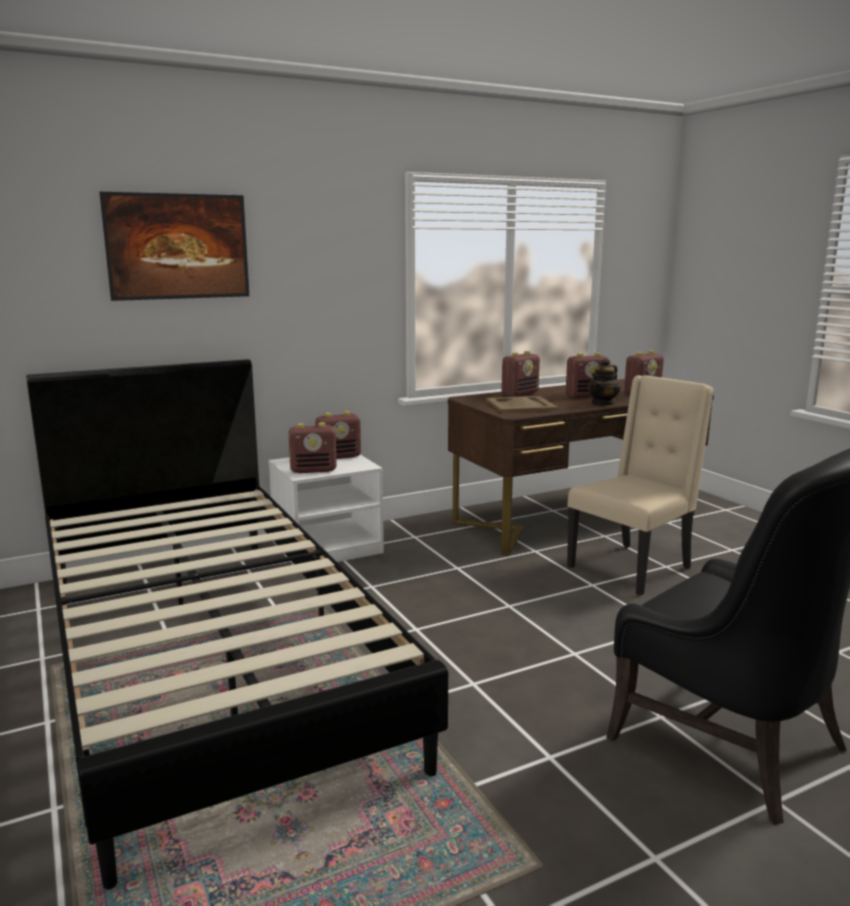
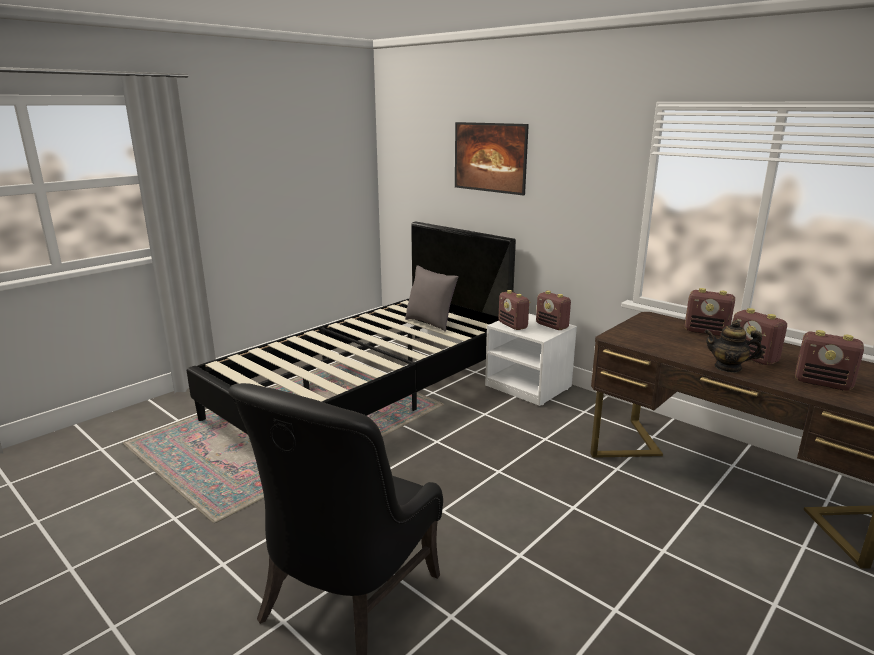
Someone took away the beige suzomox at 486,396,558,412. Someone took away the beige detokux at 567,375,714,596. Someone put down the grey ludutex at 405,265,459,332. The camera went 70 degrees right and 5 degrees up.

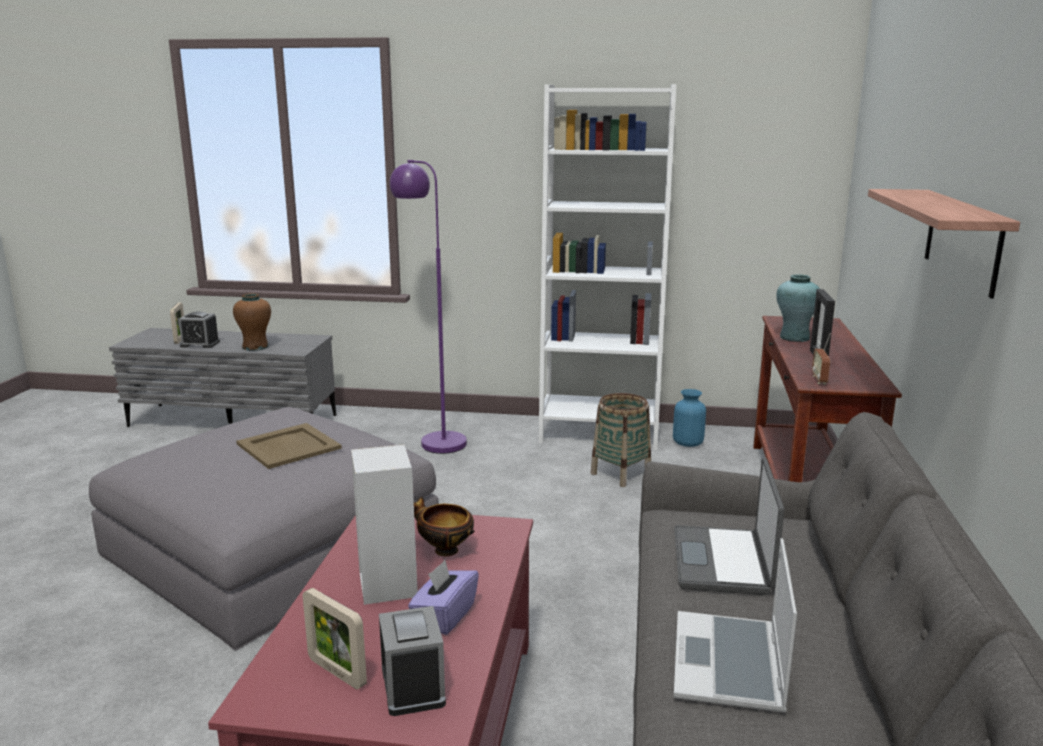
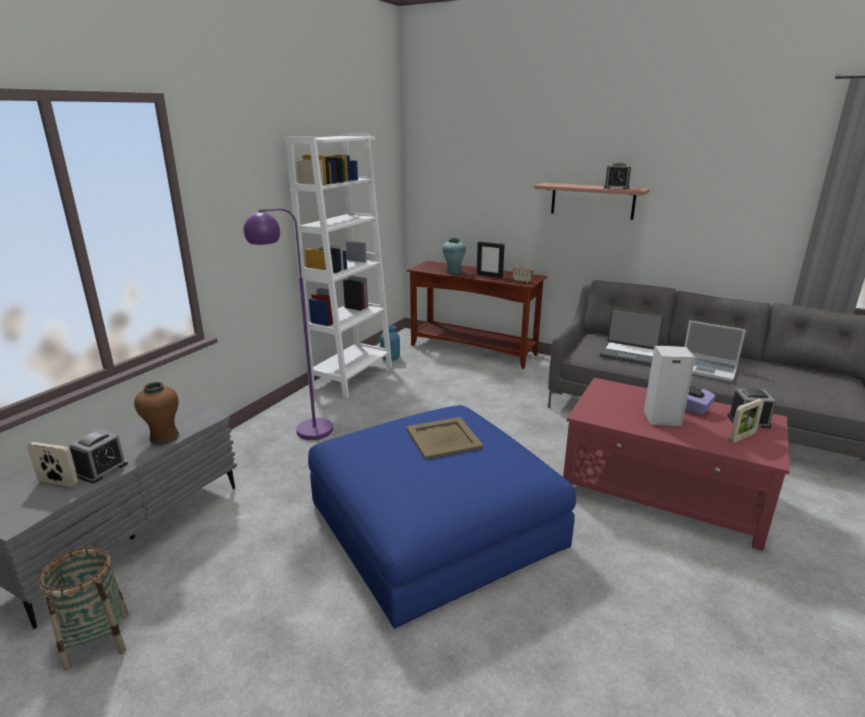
Someone took away the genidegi at 414,497,474,556. Someone put down the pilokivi at 604,162,631,190. Someone carried the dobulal from 591,393,651,487 to 39,547,129,671. Someone repainted the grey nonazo at 89,407,439,651, which became the blue nonazo at 308,405,576,629. The camera went 70 degrees left and 5 degrees up.

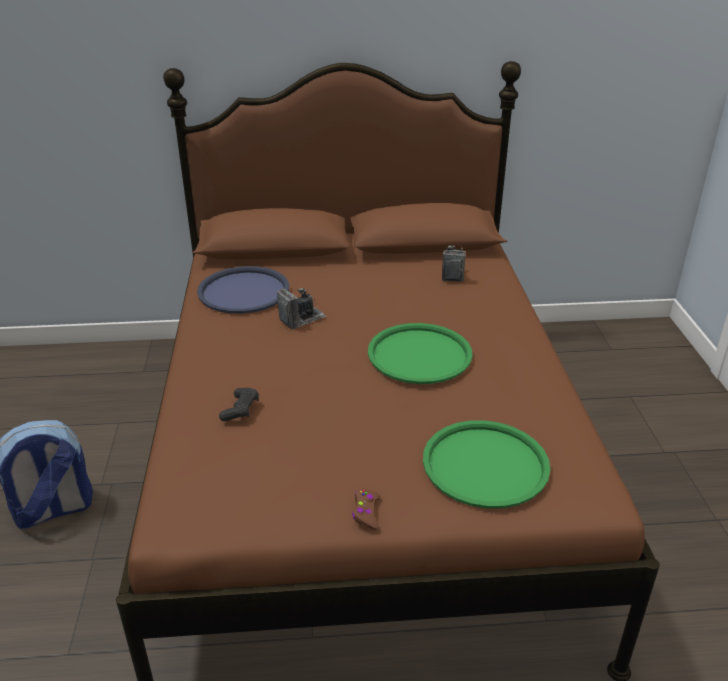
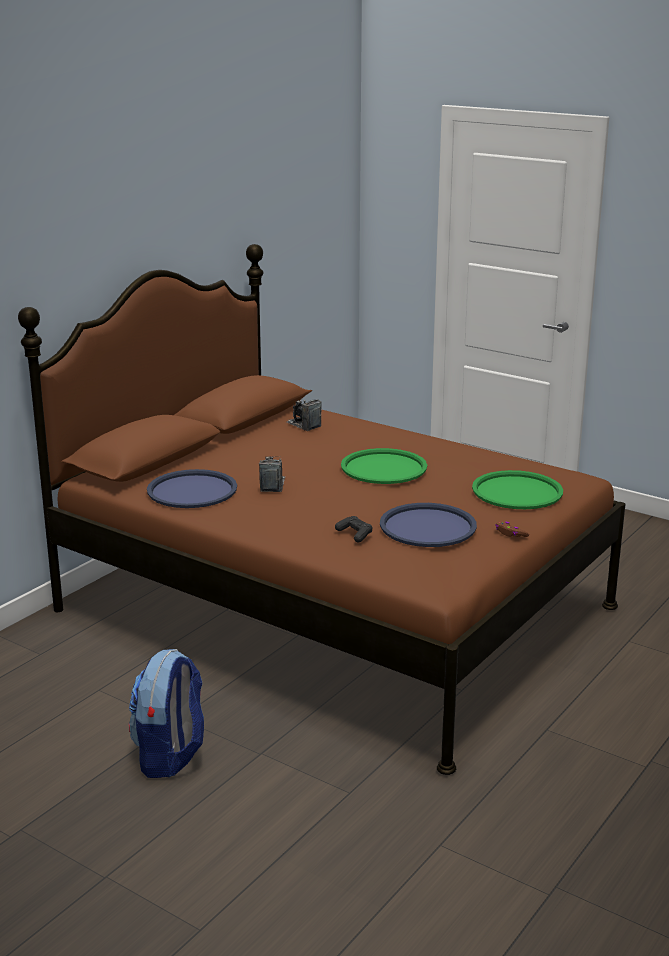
Someone put down the blue suzomox at 380,503,477,547. The camera went 50 degrees left and 10 degrees down.

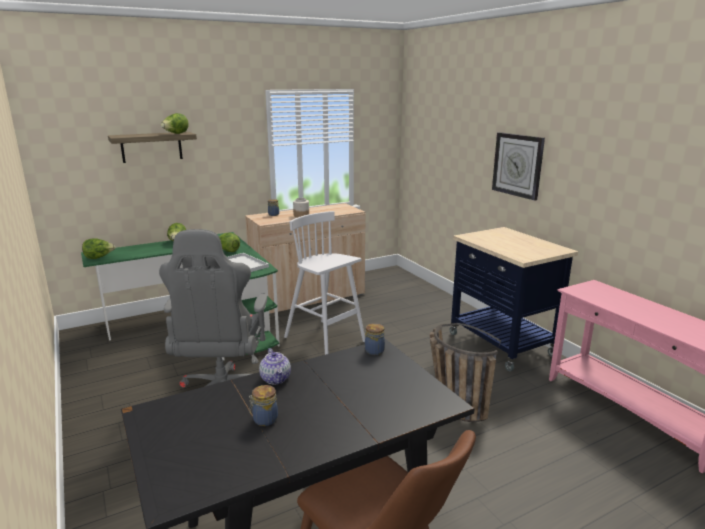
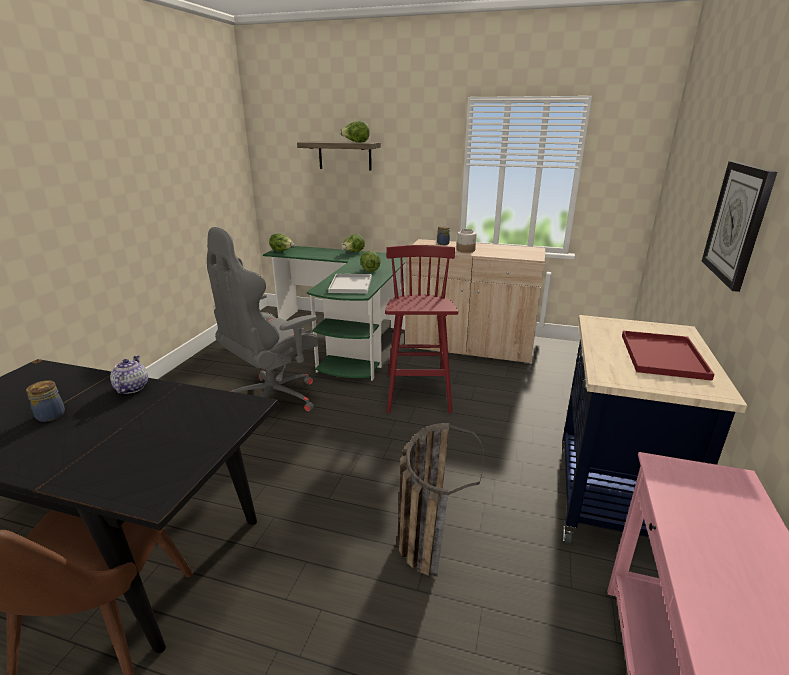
Someone took away the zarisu at 365,323,385,355. Someone put down the red suzomox at 622,331,715,381. Someone repainted the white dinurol at 284,211,365,355, which became the red dinurol at 385,245,458,414. Someone rotated the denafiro at 259,348,291,385 by 150 degrees clockwise. The camera went 45 degrees right and 5 degrees up.

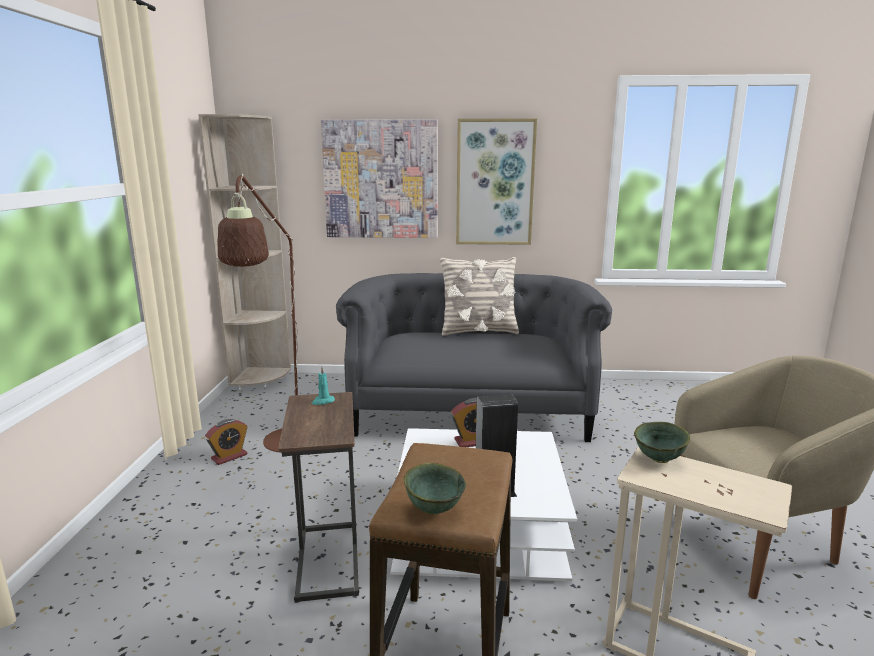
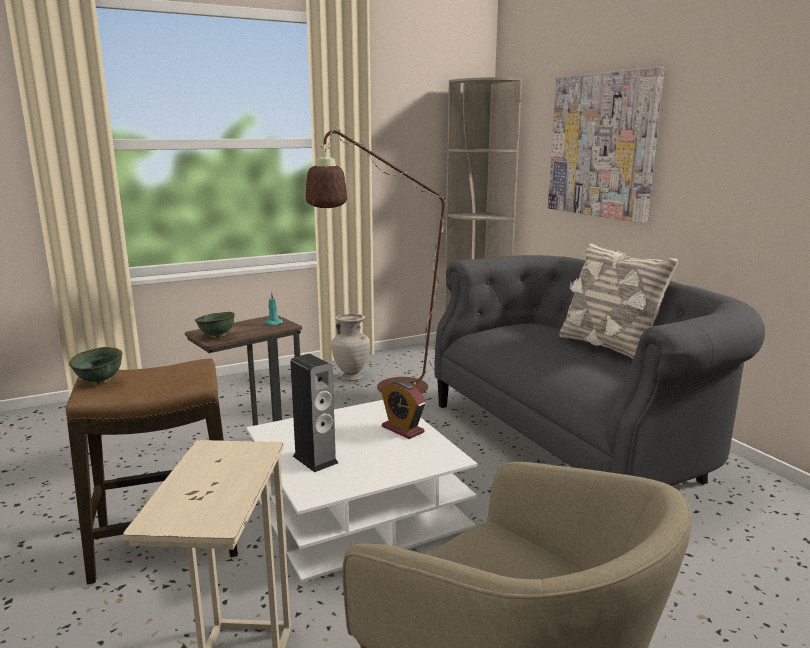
Someone took away the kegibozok at 456,118,537,245. Someone carried the green genidegi from 634,422,690,463 to 195,312,235,338. Someone swapped the pilokivi at 205,419,248,465 for the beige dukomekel at 331,314,370,381. The camera went 60 degrees right and 0 degrees up.

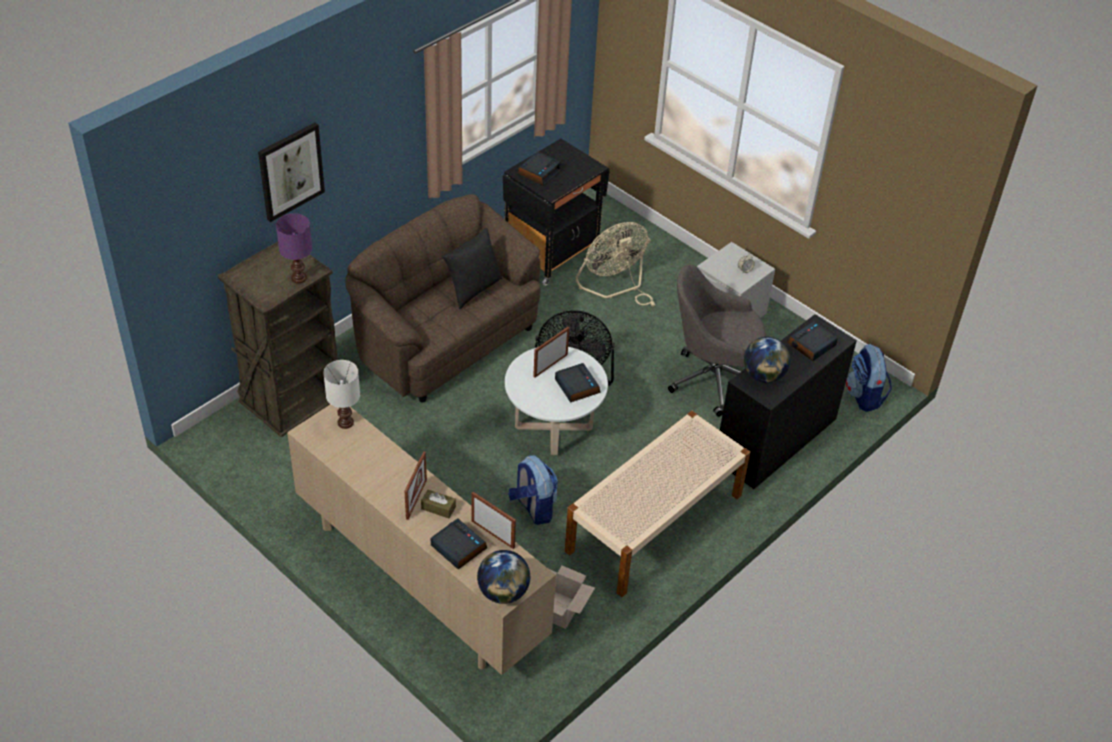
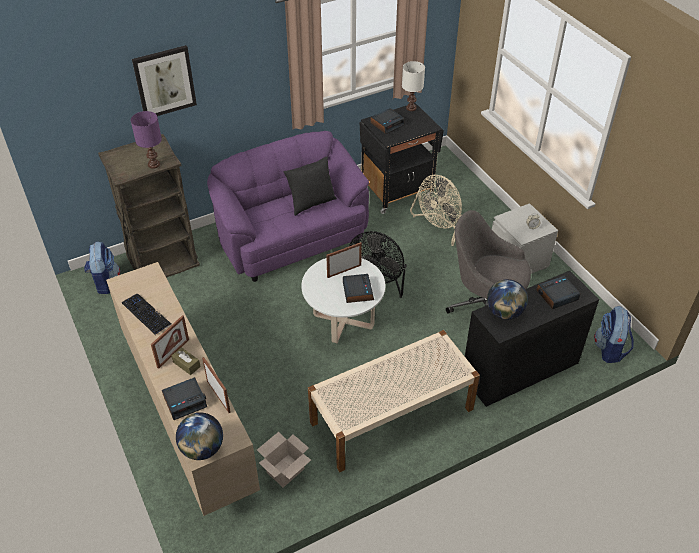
Someone put down the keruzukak at 122,294,171,335. Someone carried the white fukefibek from 323,360,360,429 to 402,61,425,111. Someone carried the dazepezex from 509,455,558,525 to 84,242,120,294. Someone repainted the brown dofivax at 345,194,541,403, which became the purple dofivax at 207,131,369,282. Someone rotated the pilokivi at 431,518,487,569 by 90 degrees clockwise. Someone rotated the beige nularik at 576,222,655,307 by 120 degrees counterclockwise. The camera went 20 degrees right and 0 degrees up.

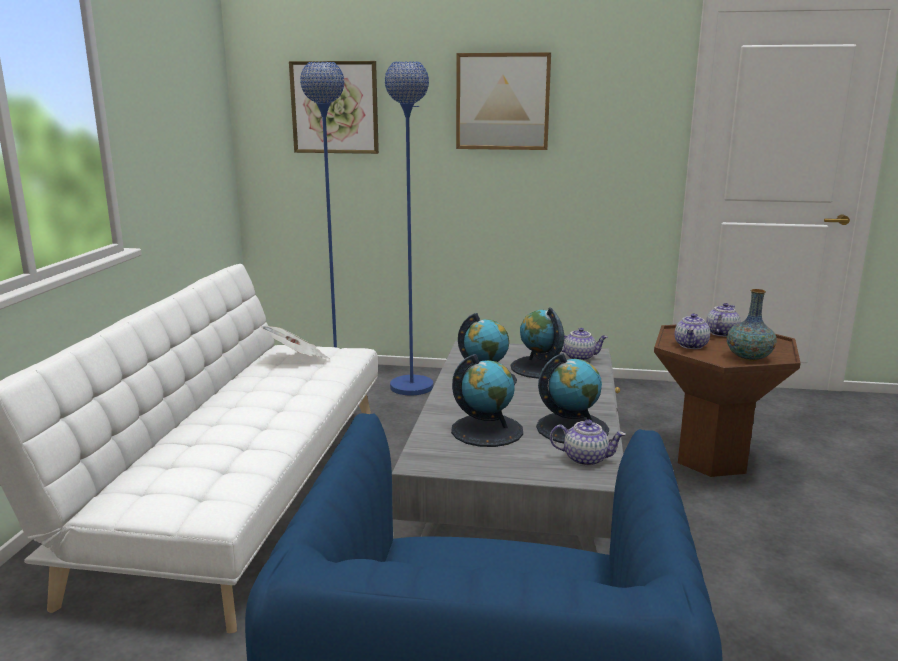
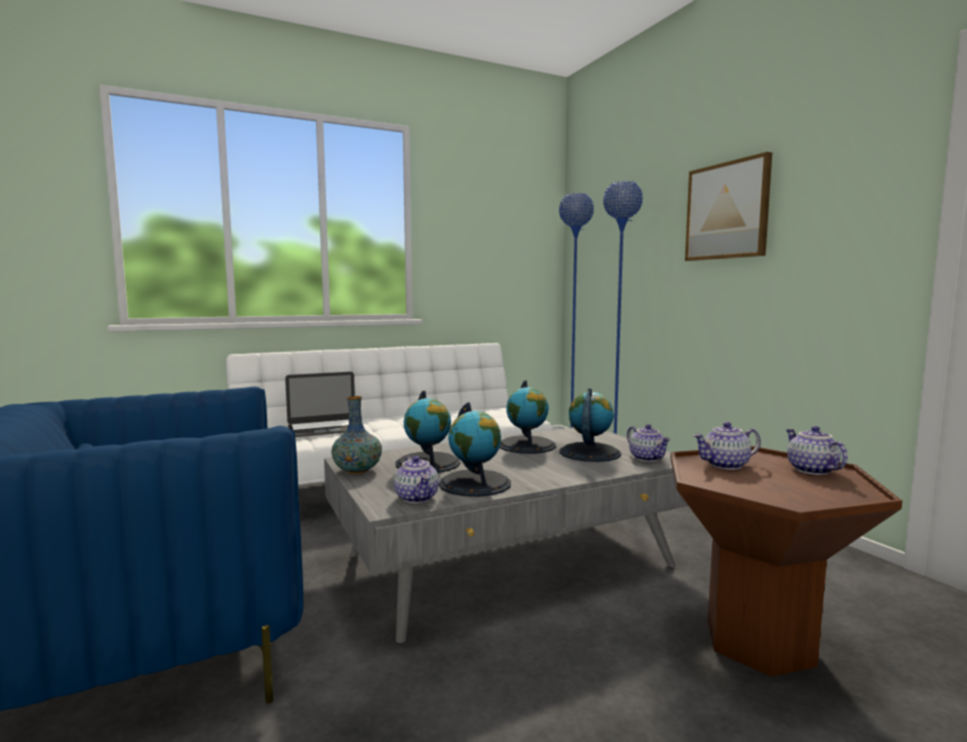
Someone took away the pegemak at 260,326,330,359. Someone took away the kegibozok at 289,61,379,154. Someone put down the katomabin at 285,372,355,437. Someone carried the dukomekel from 727,289,777,361 to 331,396,382,474. Someone rotated the denafiro at 706,303,741,337 by 105 degrees counterclockwise. The camera went 55 degrees right and 10 degrees down.

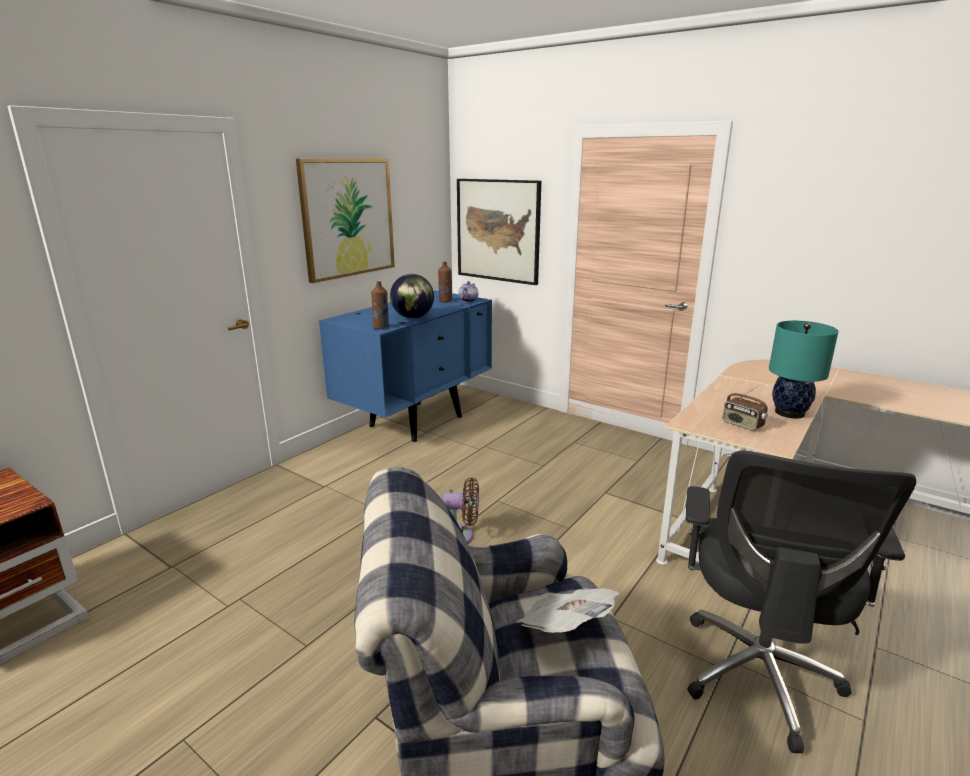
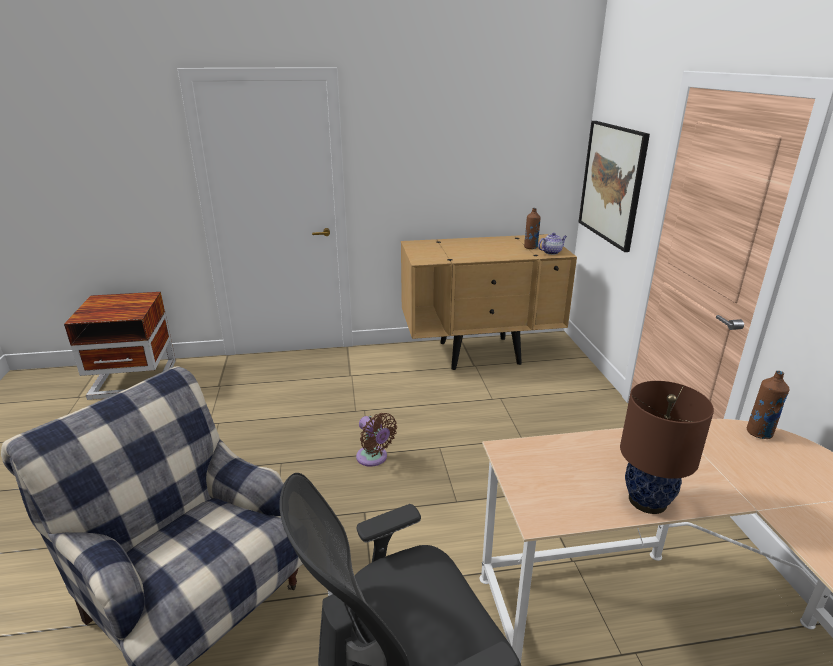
Someone took away the kegibozok at 296,158,395,283. Someone took away the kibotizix at 390,274,434,318. Someone took away the pegemak at 517,588,619,633. Someone took away the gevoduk at 723,385,768,431. Someone carried the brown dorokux from 371,281,389,329 to 747,371,790,439. Someone repainted the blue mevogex at 319,291,492,442, which became the beige mevogex at 401,234,577,370. Someone repainted the turquoise fukefibek at 769,321,838,419, which became the brown fukefibek at 620,381,714,514. The camera went 45 degrees right and 5 degrees up.

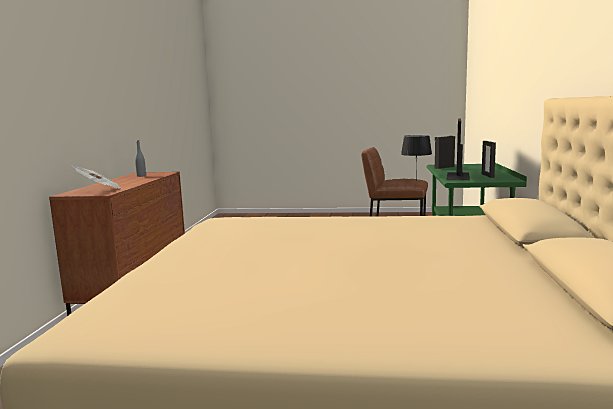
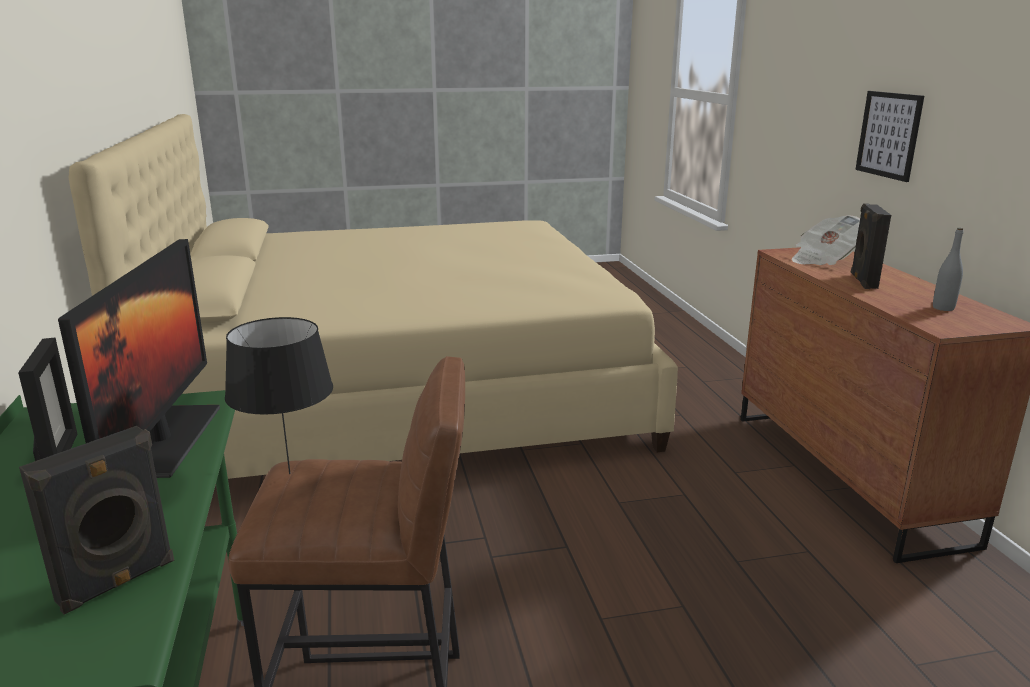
Someone put down the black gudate at 851,203,891,289. Someone put up the kegibozok at 855,91,924,182. The camera went 160 degrees right and 10 degrees up.

